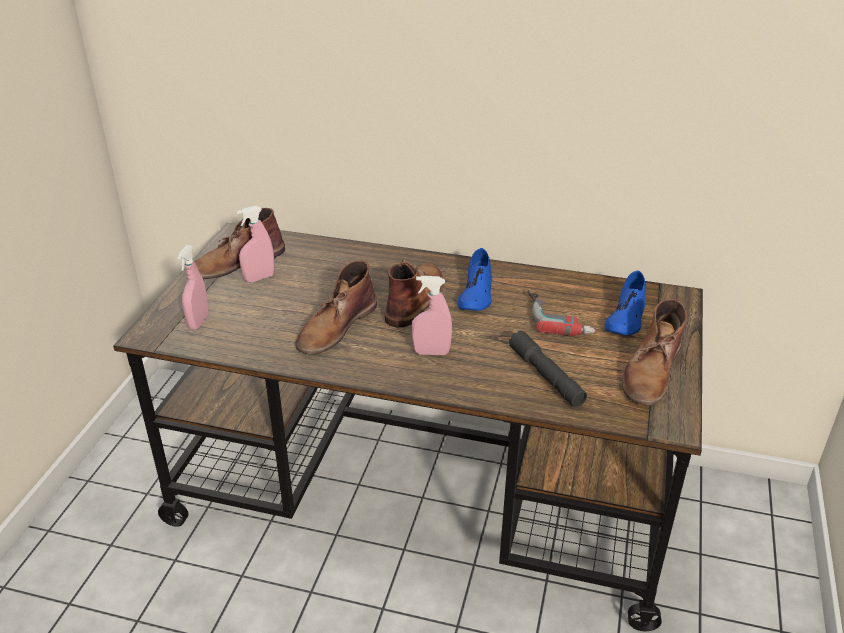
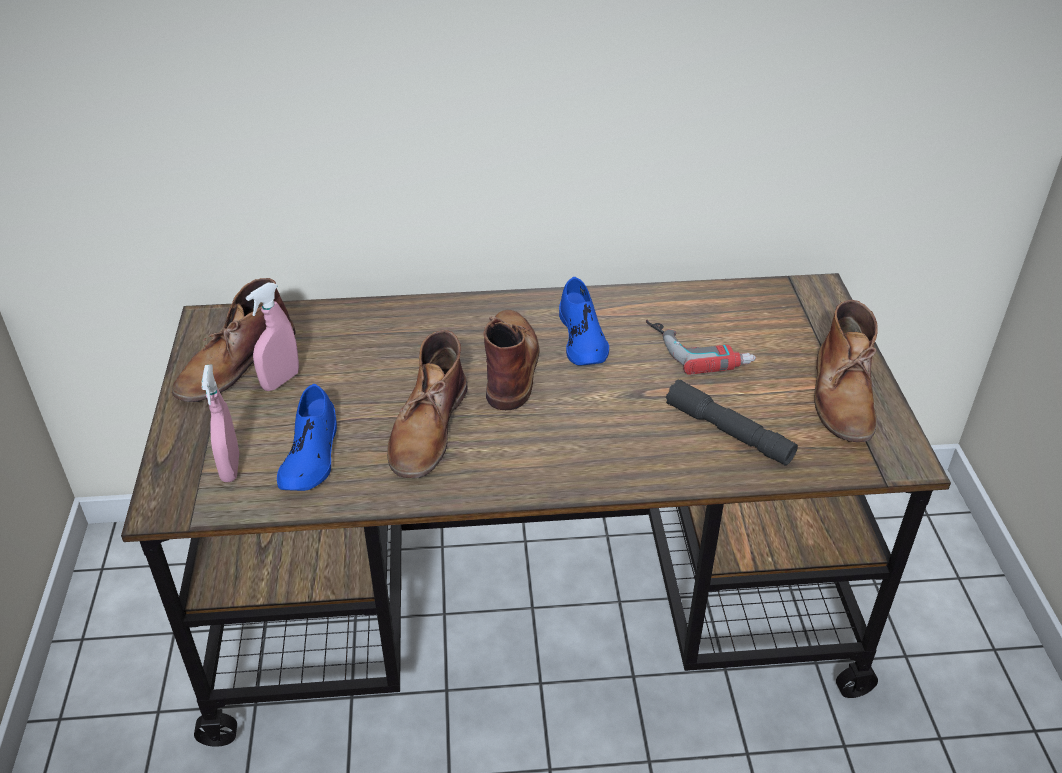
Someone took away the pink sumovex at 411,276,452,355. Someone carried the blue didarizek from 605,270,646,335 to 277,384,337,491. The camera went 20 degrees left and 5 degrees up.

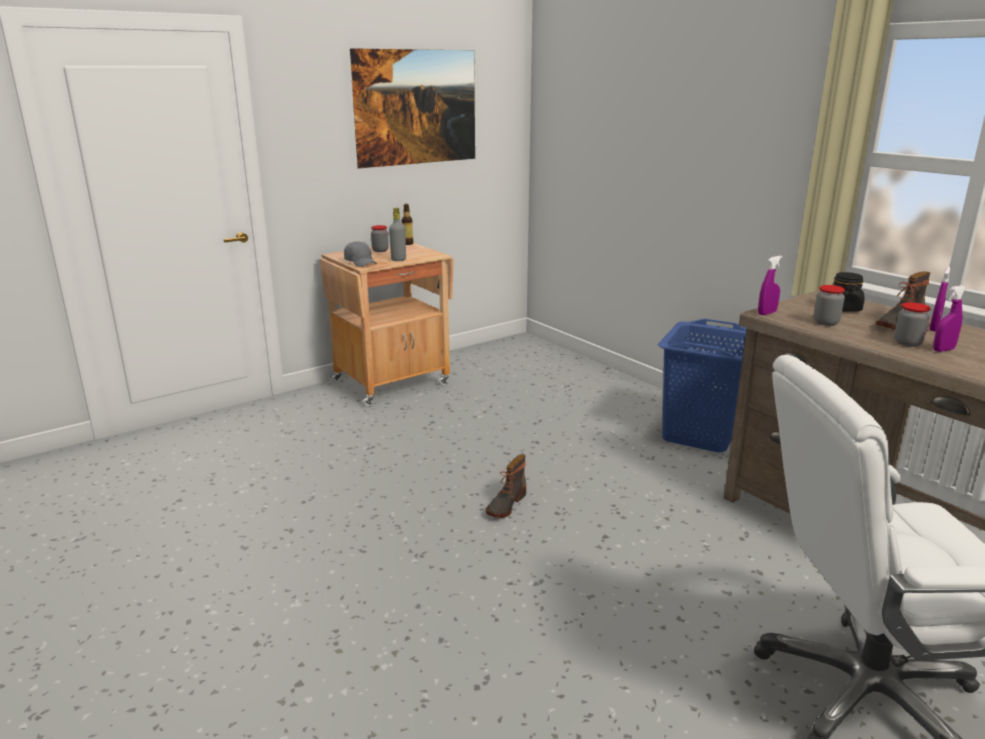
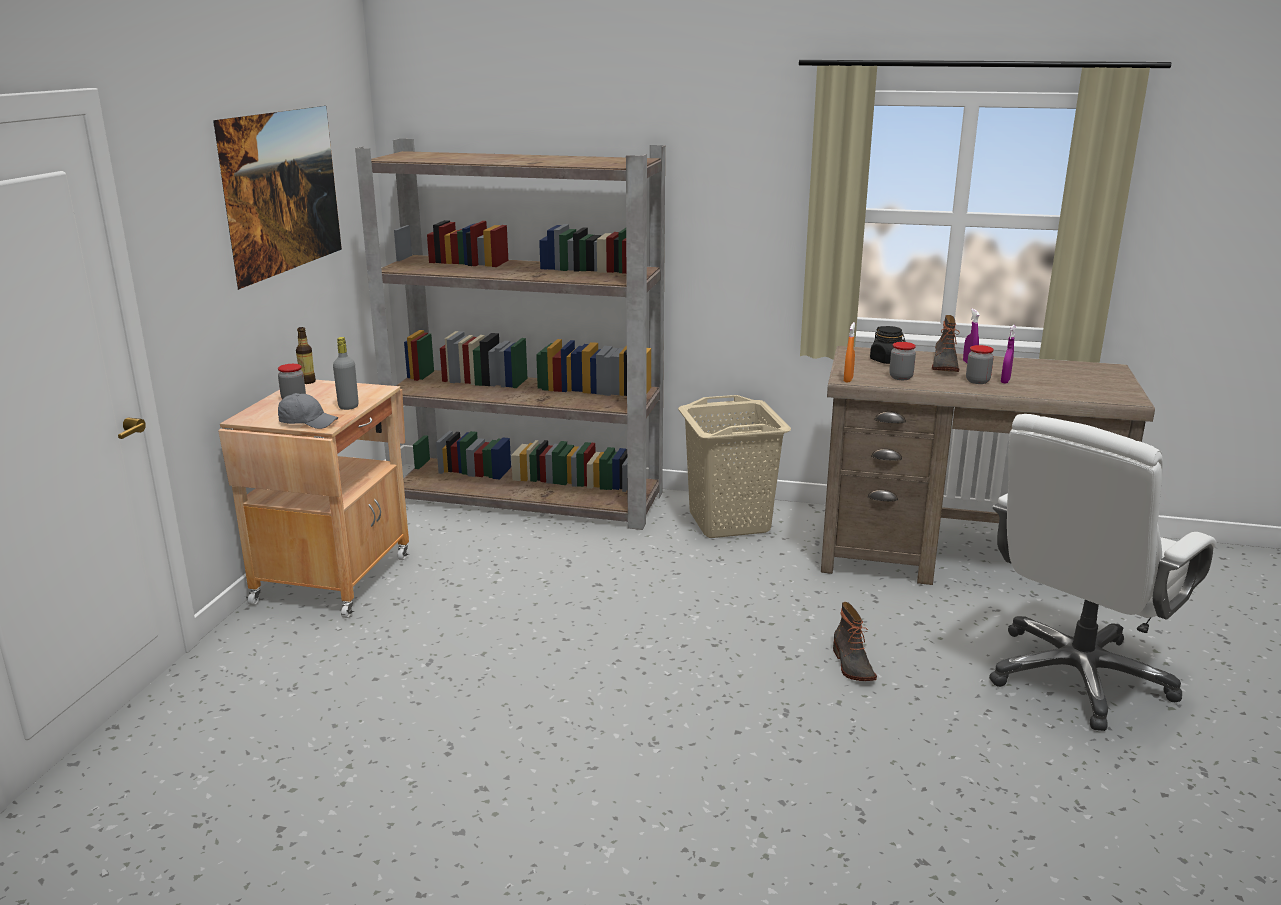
Someone put down the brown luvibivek at 355,139,665,530. Someone carried the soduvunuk from 486,454,526,518 to 833,602,877,681. Someone repainted the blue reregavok at 658,319,747,452, which became the beige reregavok at 678,395,791,538. Someone repainted the purple sumovex at 758,256,783,315, which became the orange sumovex at 844,322,855,383. The camera went 40 degrees left and 0 degrees up.

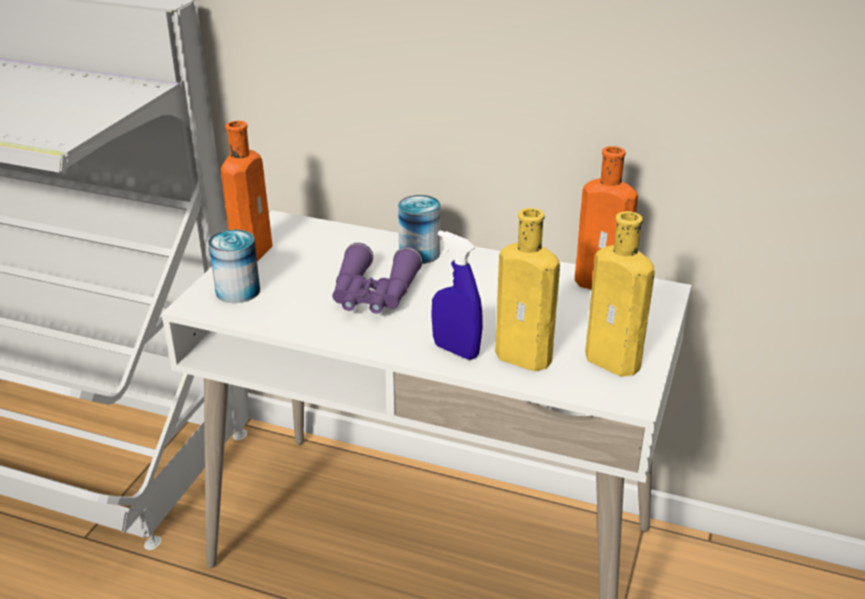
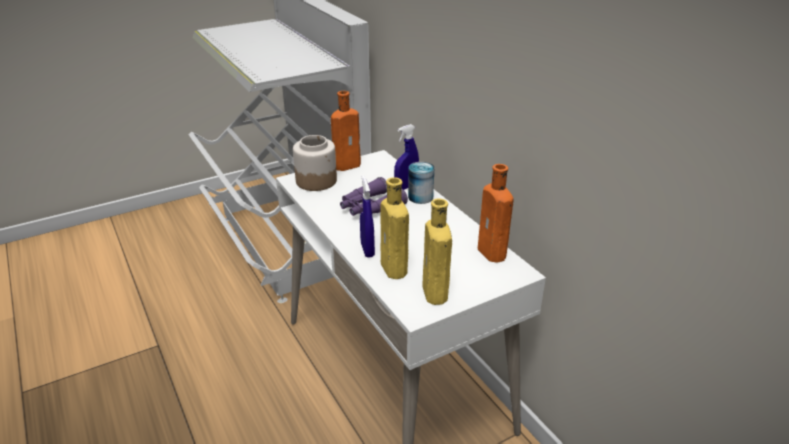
Someone put down the blue sumovex at 394,124,419,190. Someone swapped the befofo at 209,230,260,303 for the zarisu at 293,135,337,191. The camera went 40 degrees right and 0 degrees up.

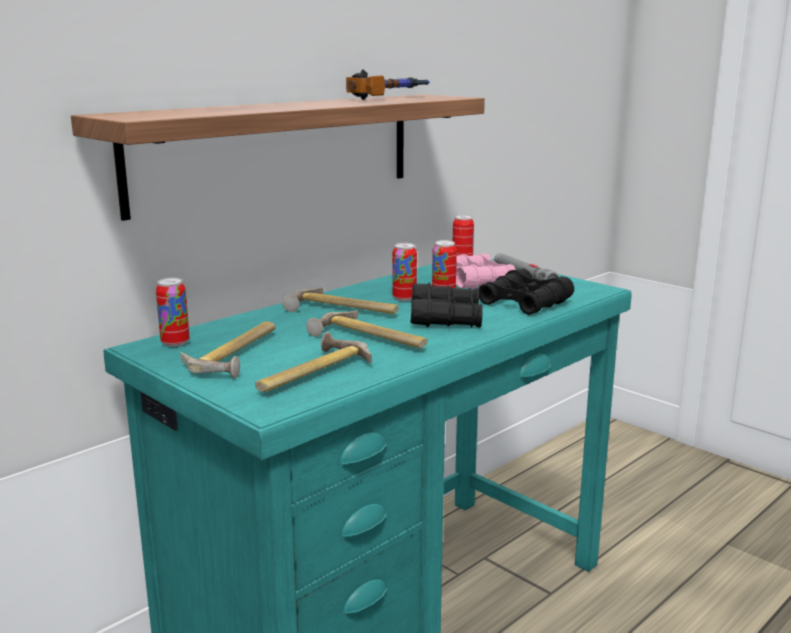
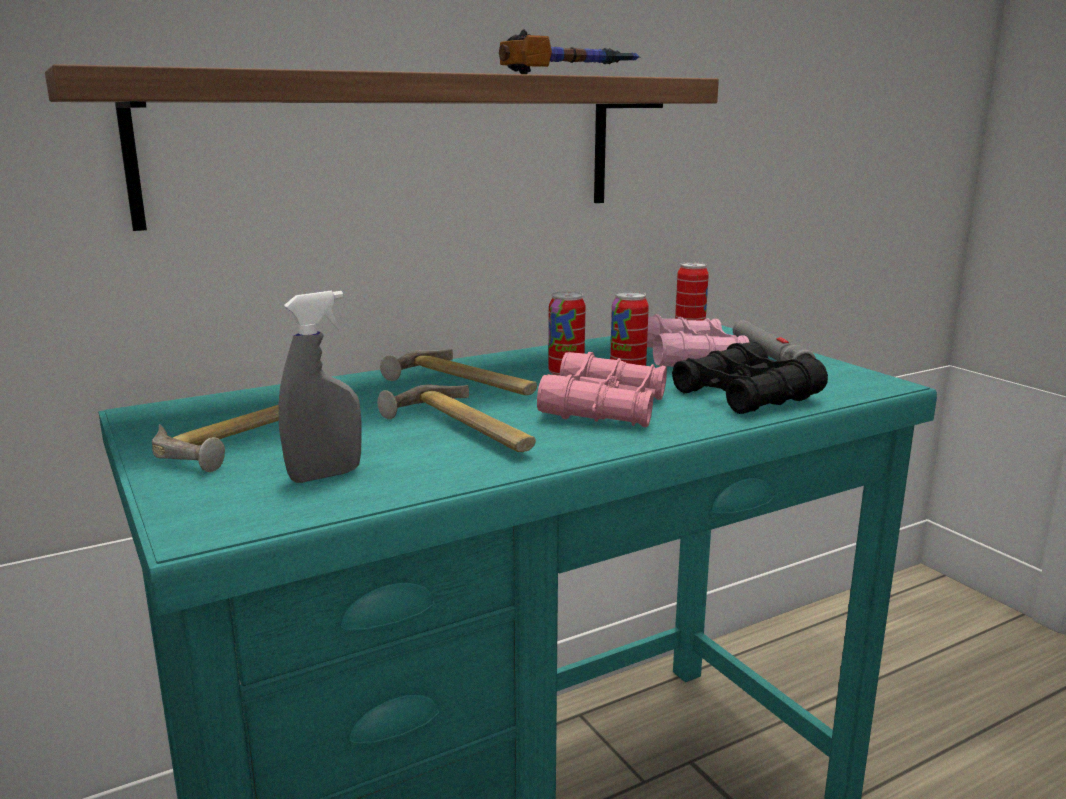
Someone took away the befofo at 156,278,190,347. Someone swapped the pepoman at 255,332,372,392 for the grey sumovex at 278,291,362,483. Someone repainted the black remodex at 411,282,483,328, which became the pink remodex at 537,352,667,427. The camera went 15 degrees right and 0 degrees up.

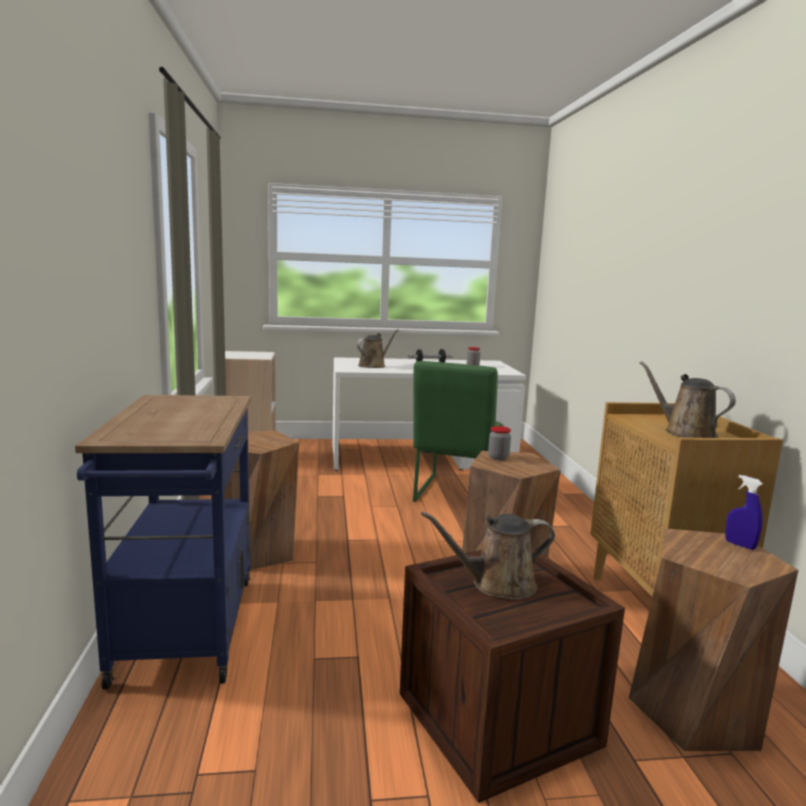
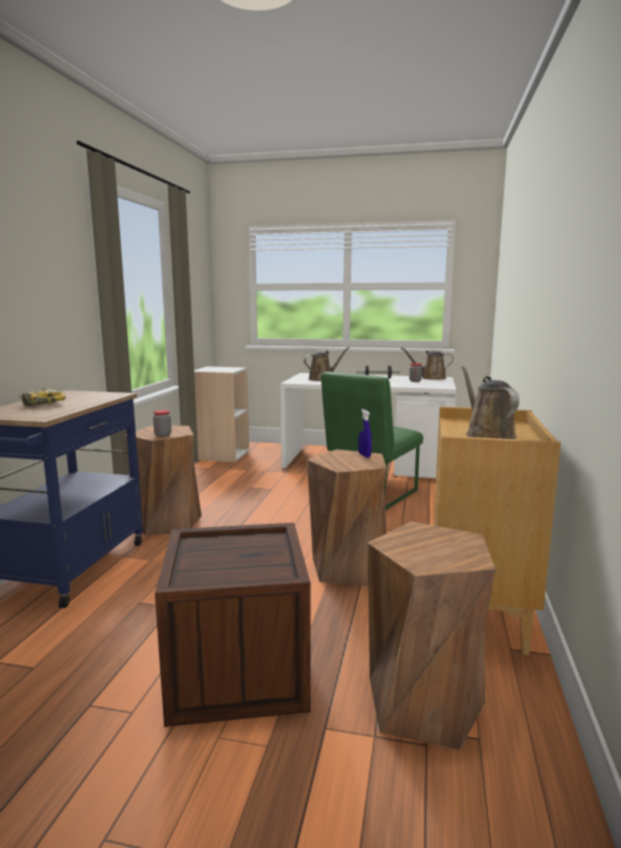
Someone put down the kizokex at 18,389,66,406. Someone carried the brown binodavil from 421,512,555,600 to 401,347,453,380. Someone carried the zarisu from 488,426,511,460 to 153,410,172,437. Someone carried the blue sumovex from 725,475,763,550 to 358,409,372,458. The camera went 20 degrees right and 0 degrees up.

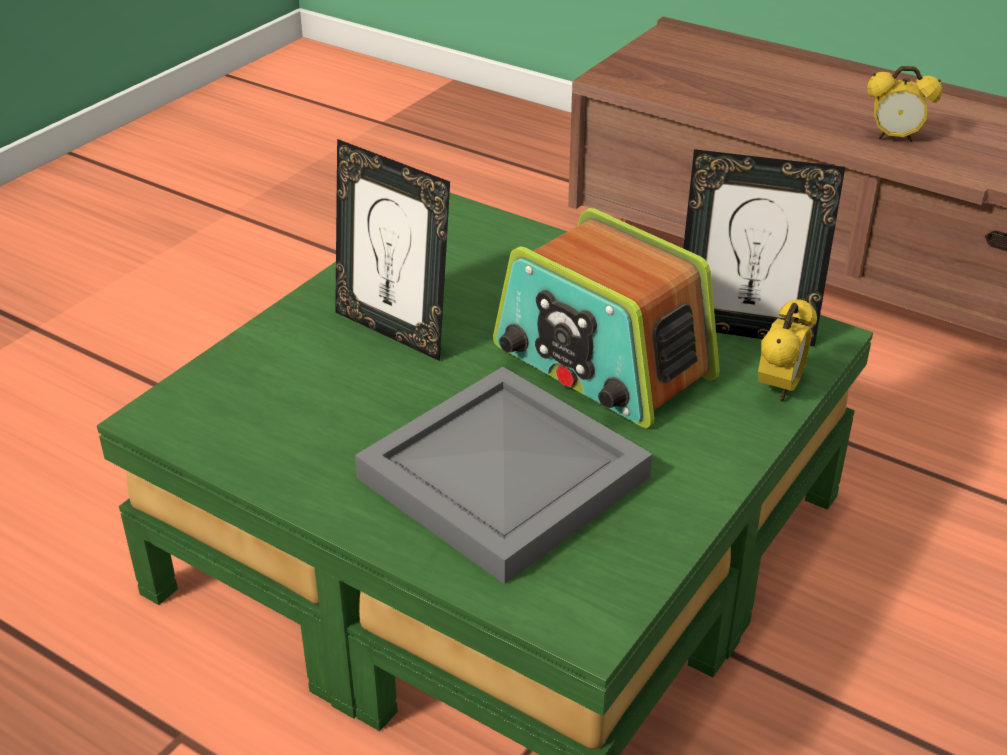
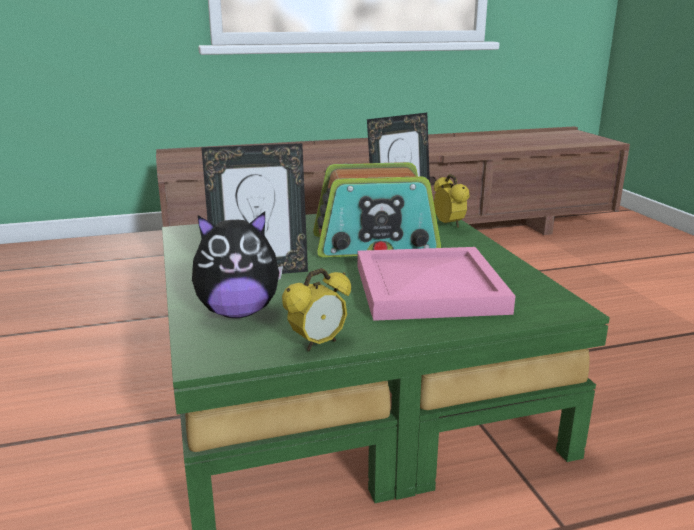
Someone put down the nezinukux at 192,211,283,318. Someone carried the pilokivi from 867,66,942,142 to 282,268,351,351. Someone repainted the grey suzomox at 355,367,652,584, which became the pink suzomox at 357,247,515,321. The camera went 50 degrees left and 15 degrees down.

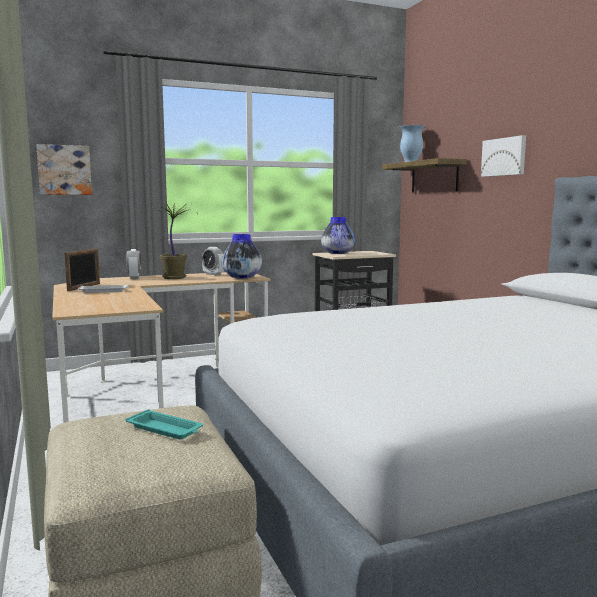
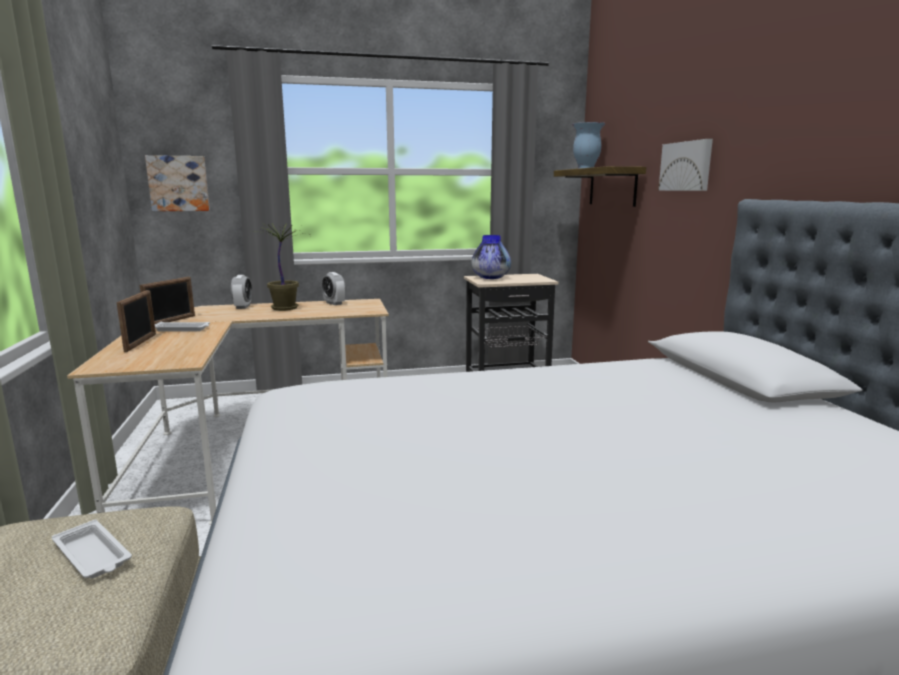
Someone took away the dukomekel at 222,234,262,278. Someone put down the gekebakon at 116,290,156,352. Someone repainted the turquoise suzomox at 126,409,203,439, which became the white suzomox at 52,519,132,578. The camera went 10 degrees right and 5 degrees up.

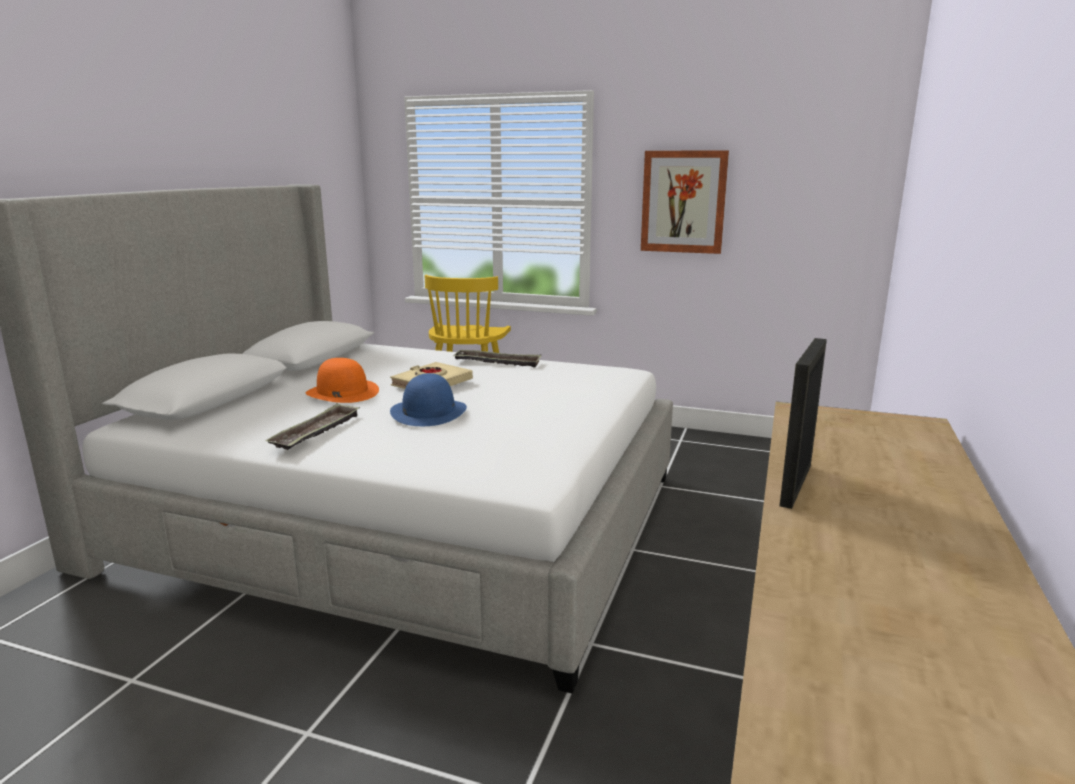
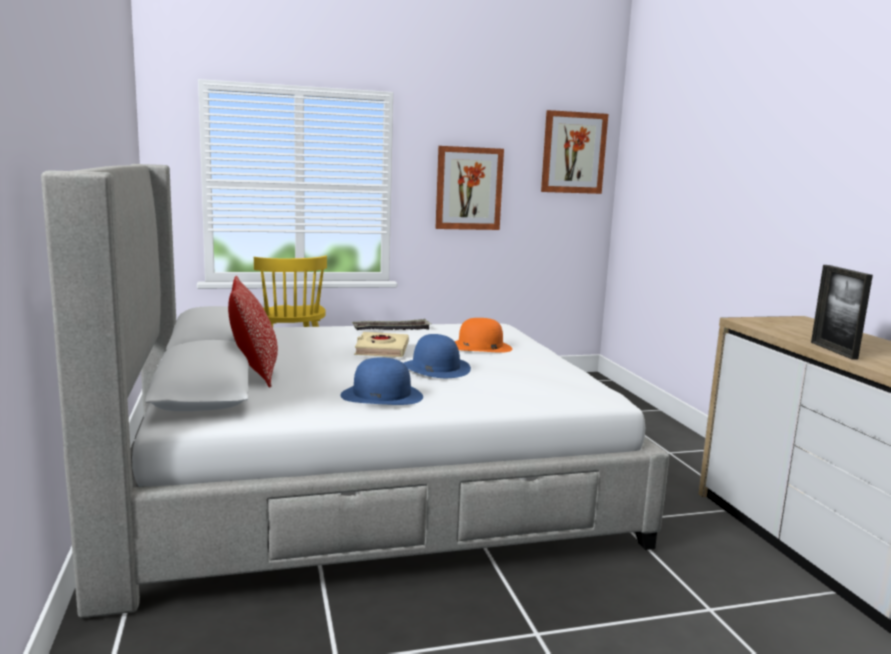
Someone put down the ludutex at 228,276,278,388. Someone put up the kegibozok at 541,110,608,194. Someone carried the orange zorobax from 306,358,379,403 to 454,318,512,353. Someone swapped the suzomox at 265,403,360,450 for the blue zorobax at 340,358,423,405. The camera went 35 degrees left and 5 degrees down.

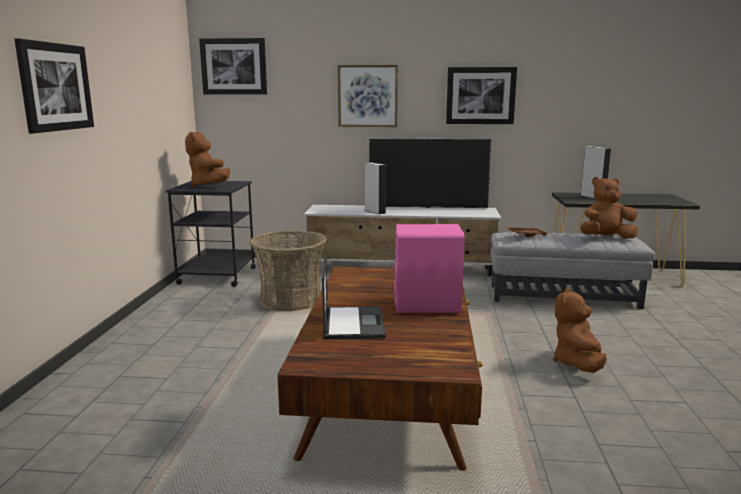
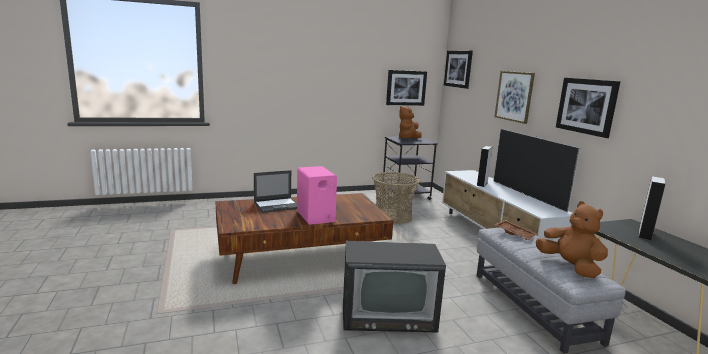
Someone carried the kegibozok from 14,38,94,134 to 386,70,427,106. Someone swapped the brown nezinukux at 553,287,607,373 for the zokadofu at 343,241,446,332. The camera went 65 degrees right and 0 degrees up.

